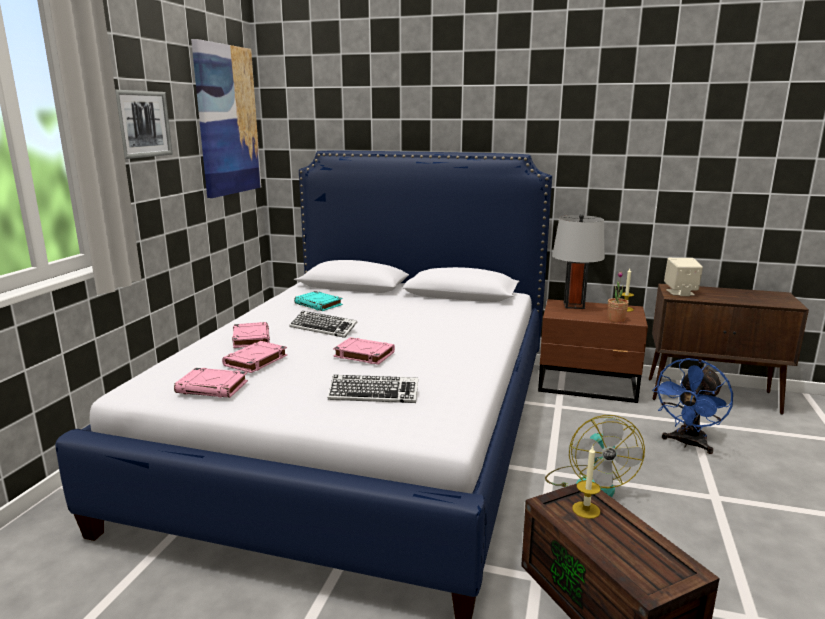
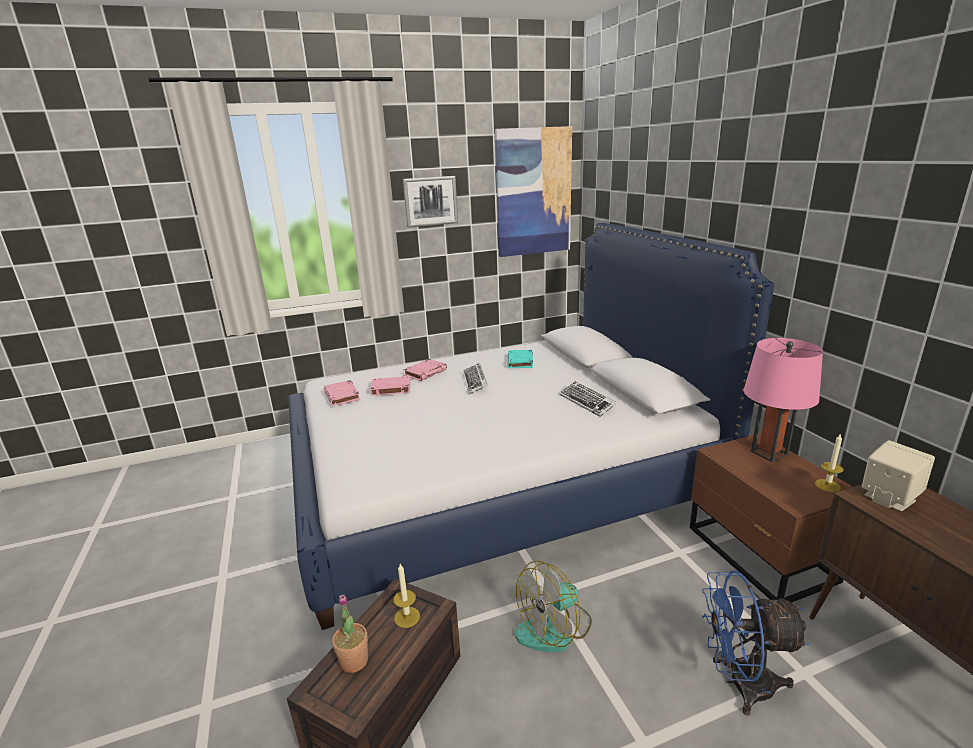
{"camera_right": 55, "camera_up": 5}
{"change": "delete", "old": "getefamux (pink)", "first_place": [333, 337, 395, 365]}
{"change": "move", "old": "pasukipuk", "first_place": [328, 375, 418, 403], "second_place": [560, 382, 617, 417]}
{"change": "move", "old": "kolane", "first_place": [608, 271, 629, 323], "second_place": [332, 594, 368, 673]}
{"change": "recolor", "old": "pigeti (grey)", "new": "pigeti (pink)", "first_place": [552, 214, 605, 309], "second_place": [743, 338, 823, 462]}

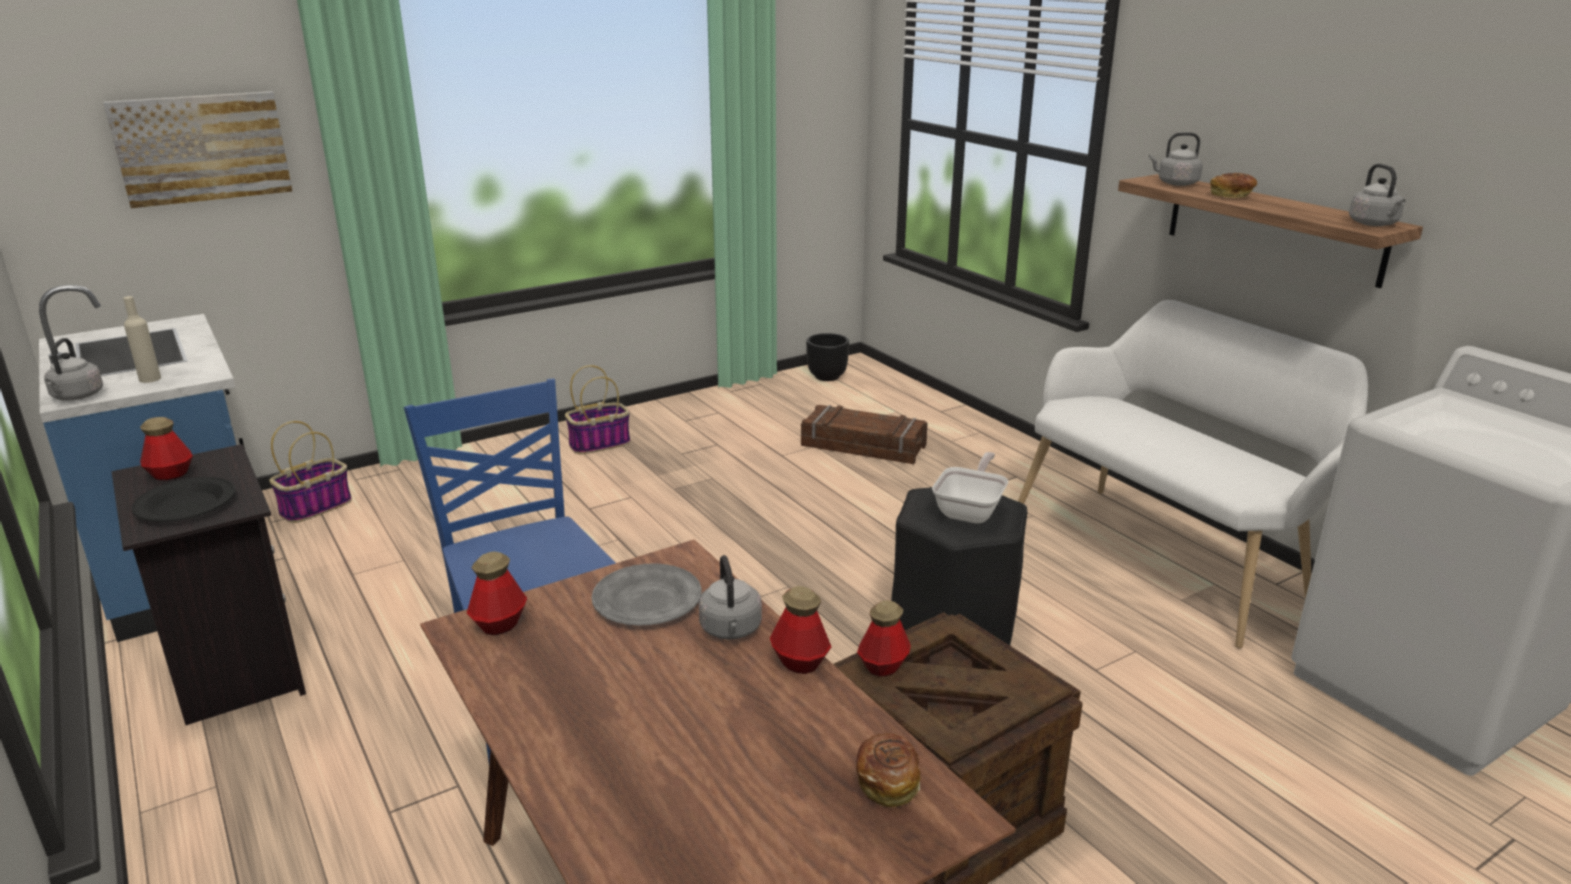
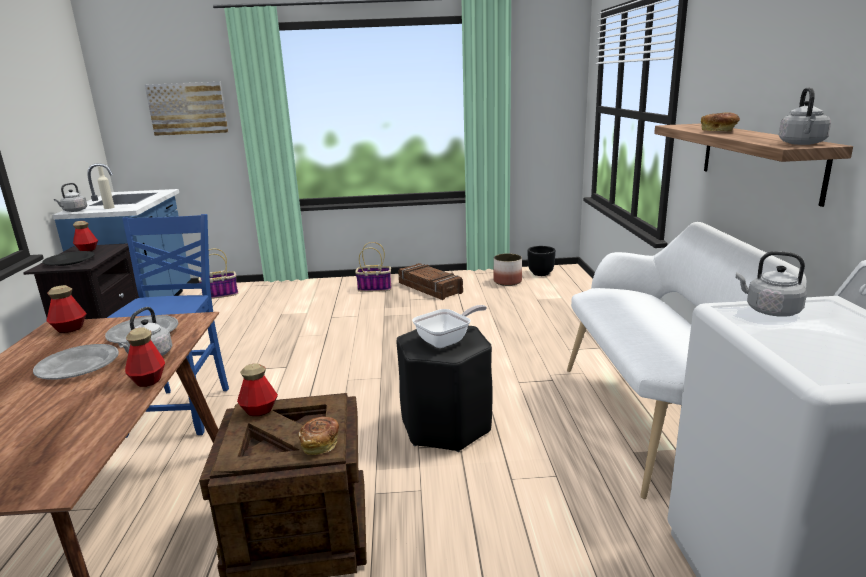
{"camera_right": 30, "camera_up": -5}
{"change": "insert", "new": "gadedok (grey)", "second_place": [33, 344, 119, 380]}
{"change": "insert", "new": "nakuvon", "second_place": [493, 253, 522, 286]}
{"change": "move", "old": "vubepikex", "first_place": [801, 405, 928, 464], "second_place": [398, 263, 463, 300]}
{"change": "move", "old": "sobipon", "first_place": [856, 733, 920, 807], "second_place": [298, 416, 339, 455]}
{"change": "move", "old": "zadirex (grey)", "first_place": [1149, 132, 1203, 186], "second_place": [736, 251, 807, 317]}

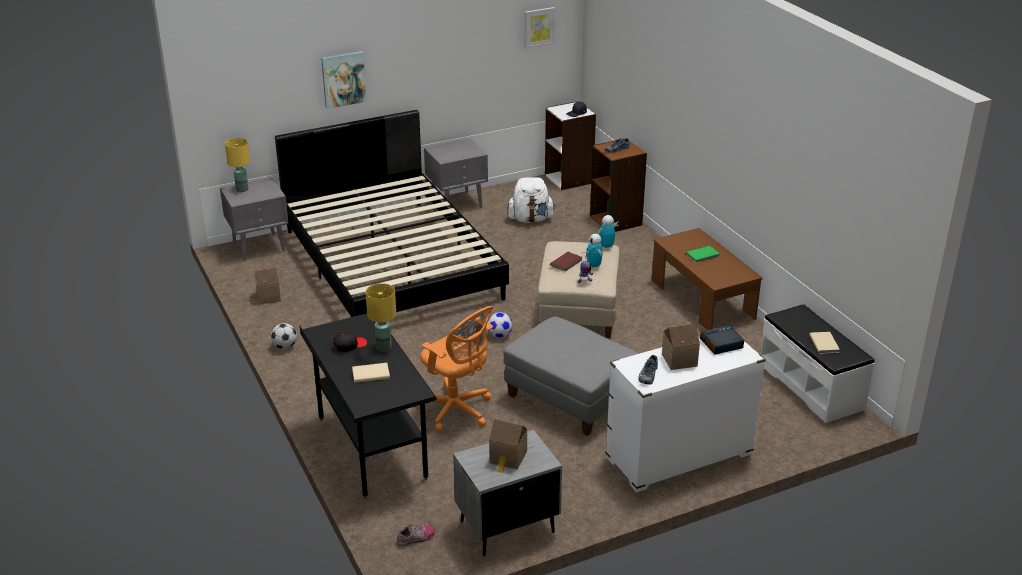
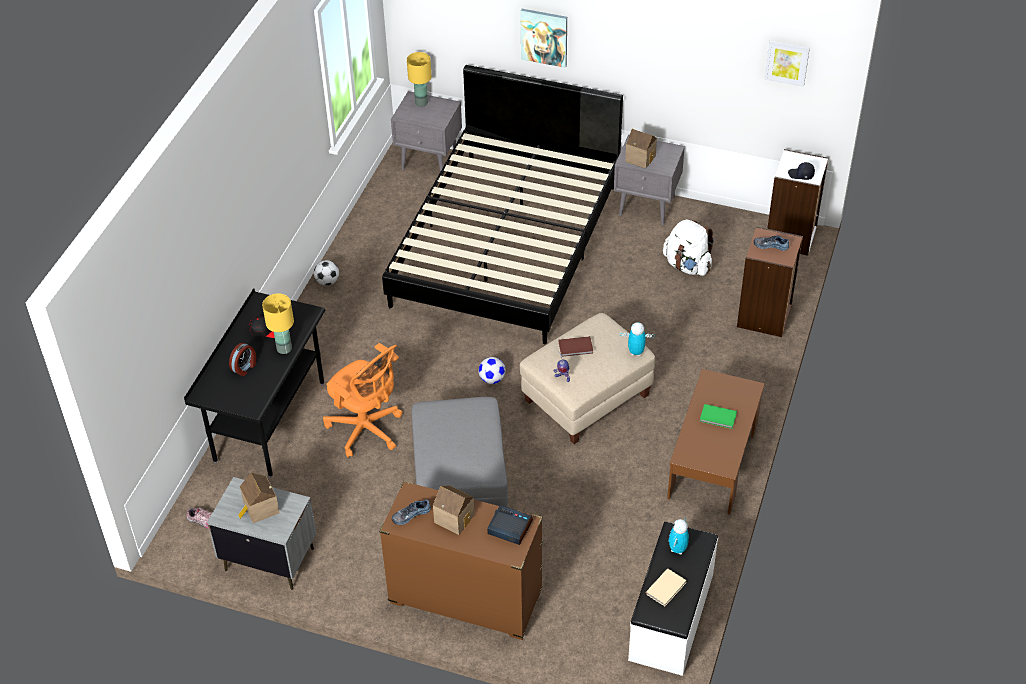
{"camera_right": 45, "camera_up": 15}
{"change": "move", "old": "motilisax", "first_place": [254, 268, 281, 304], "second_place": [625, 129, 657, 169]}
{"change": "move", "old": "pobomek", "first_place": [586, 234, 602, 269], "second_place": [668, 517, 689, 555]}
{"change": "replace", "old": "getefamux (beige)", "new": "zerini", "first_place": [352, 363, 390, 383], "second_place": [229, 342, 256, 376]}
{"change": "recolor", "old": "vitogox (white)", "new": "vitogox (brown)", "first_place": [605, 337, 766, 493], "second_place": [379, 481, 543, 640]}
{"change": "rotate", "old": "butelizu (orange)", "first_place": [415, 306, 494, 432], "second_place": [323, 343, 402, 458], "degrees": -45}

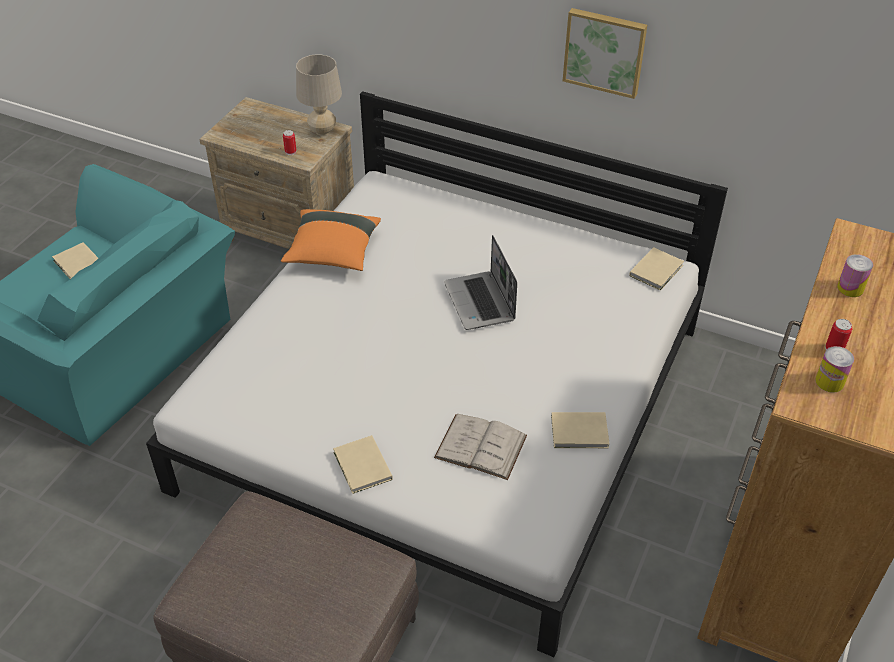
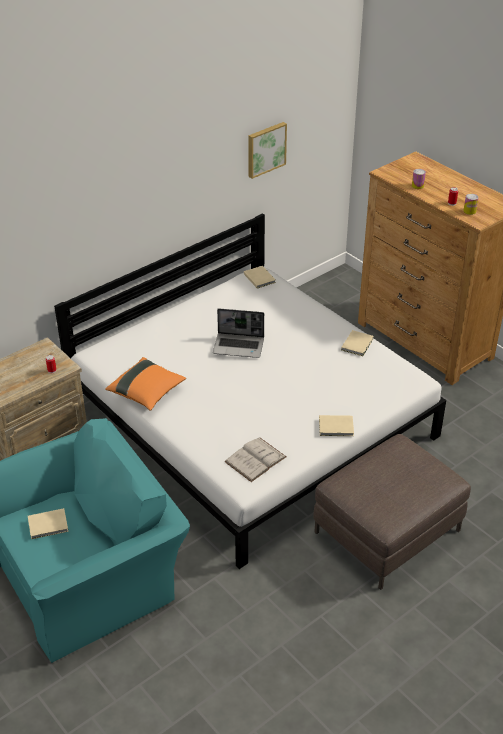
{"camera_right": -65, "camera_up": -5}
{"change": "delete", "old": "pigeti (beige)", "first_place": [296, 54, 342, 135]}
{"change": "move", "old": "getefamux (white)", "first_place": [434, 414, 527, 480], "second_place": [225, 438, 286, 482]}
{"change": "move", "old": "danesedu", "first_place": [563, 8, 647, 99], "second_place": [248, 122, 287, 179]}

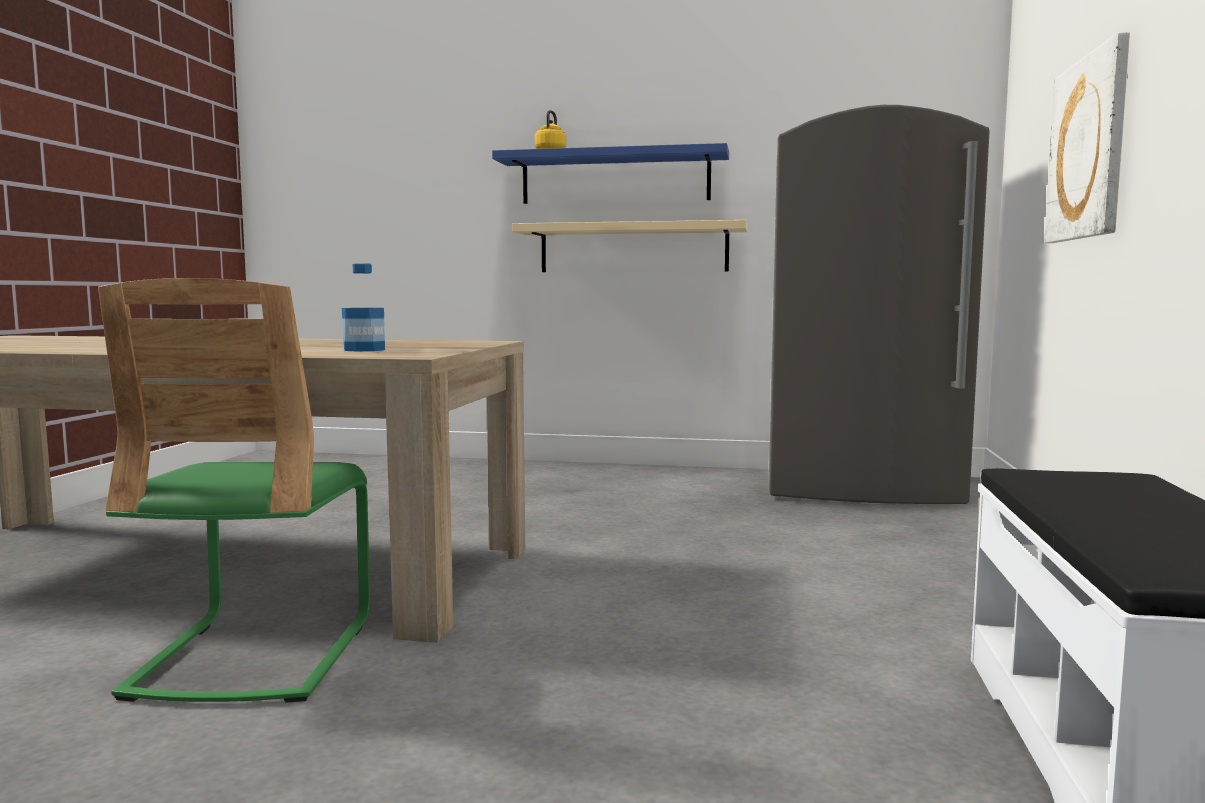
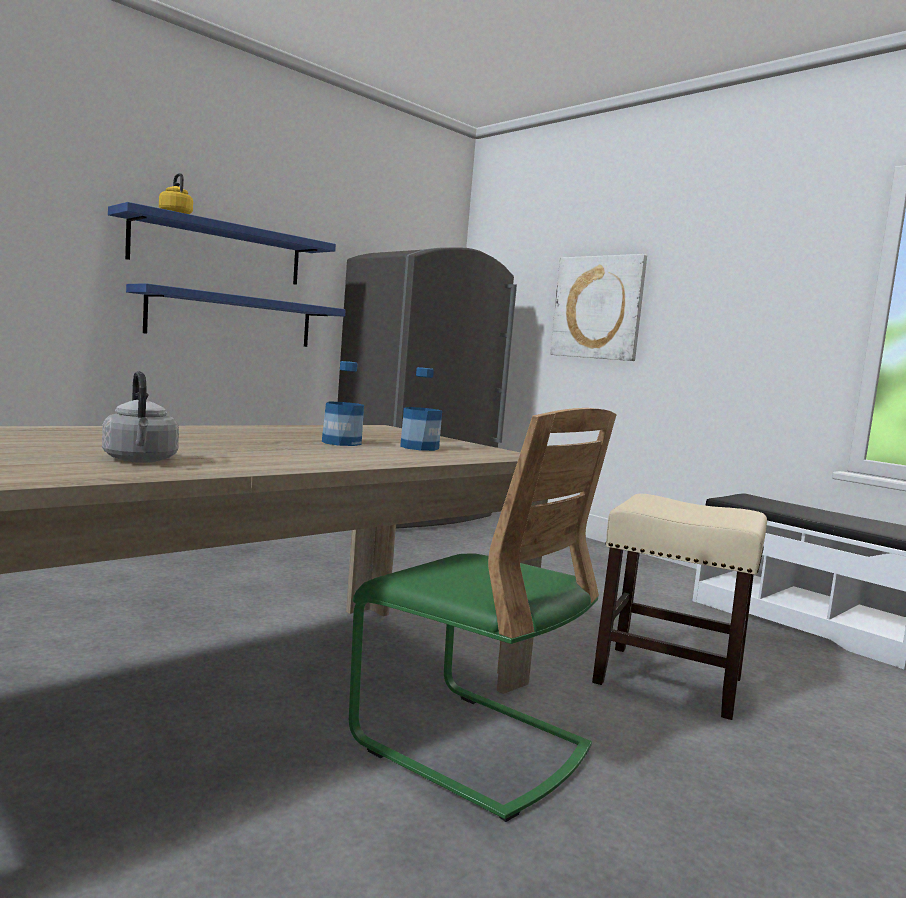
{"camera_right": -55, "camera_up": 0}
{"change": "insert", "new": "zadirex (grey)", "second_place": [102, 371, 179, 463]}
{"change": "insert", "new": "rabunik", "second_place": [322, 361, 364, 446]}
{"change": "insert", "new": "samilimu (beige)", "second_place": [592, 494, 767, 720]}
{"change": "recolor", "old": "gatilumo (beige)", "new": "gatilumo (blue)", "first_place": [512, 220, 747, 272], "second_place": [126, 283, 346, 347]}

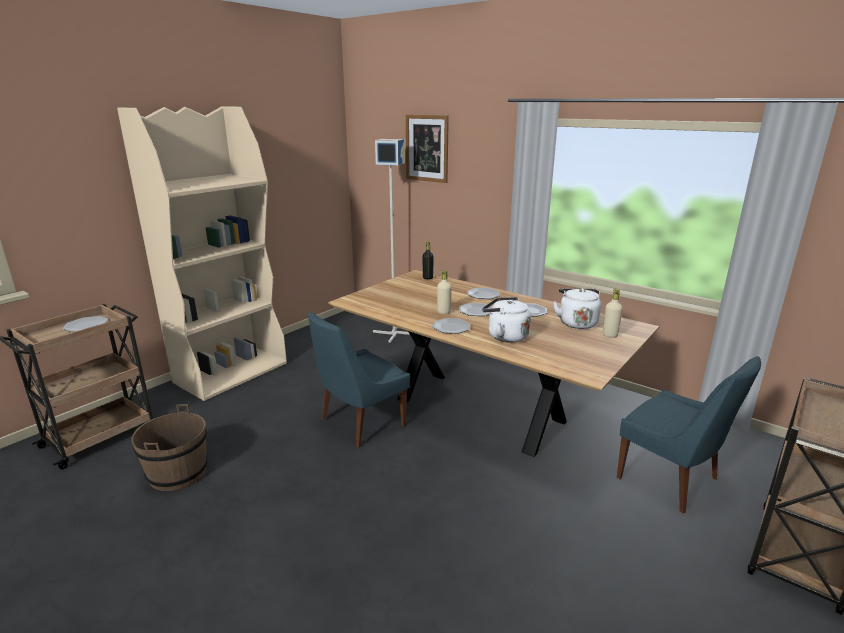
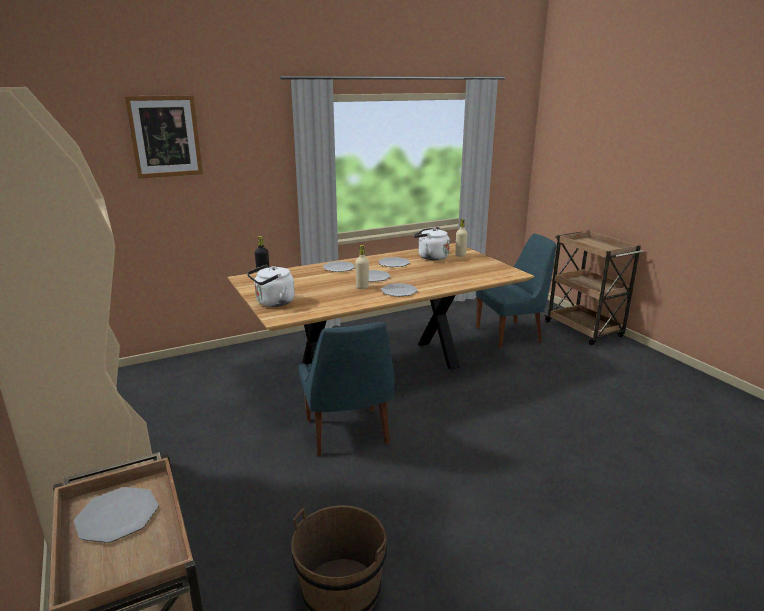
{"camera_right": -65, "camera_up": 0}
{"change": "delete", "old": "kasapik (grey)", "first_place": [373, 139, 410, 343]}
{"change": "move", "old": "zadirex (white)", "first_place": [482, 297, 531, 343], "second_place": [247, 264, 295, 307]}

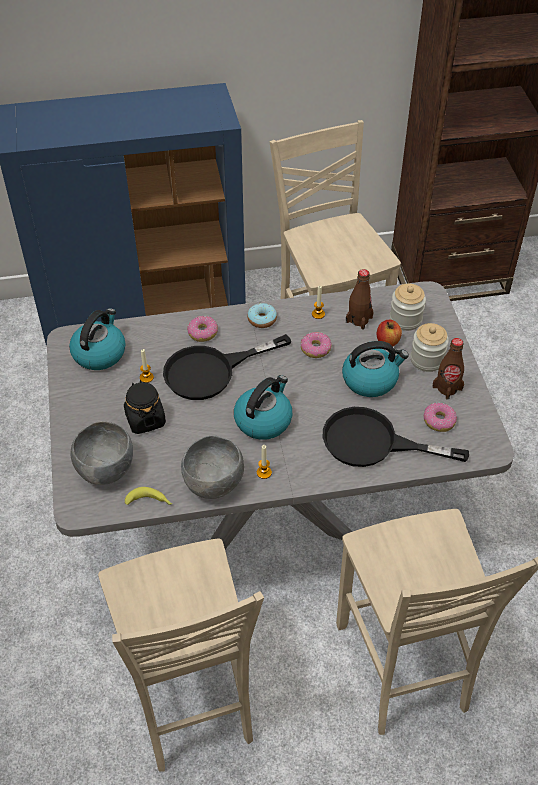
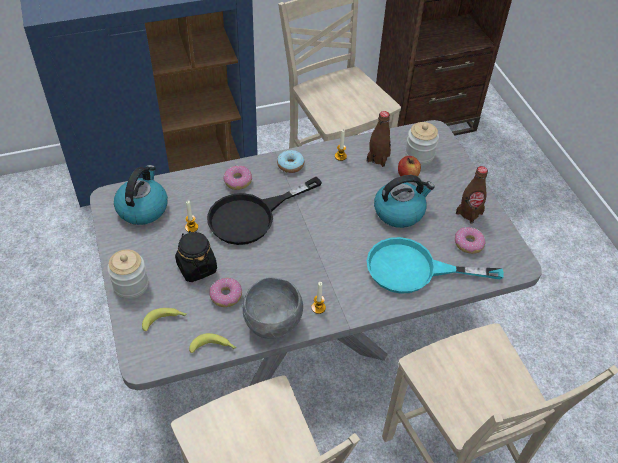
{"camera_right": -10, "camera_up": 0}
{"change": "delete", "old": "zadirex", "first_place": [234, 375, 292, 440]}
{"change": "move", "old": "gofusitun", "first_place": [301, 332, 332, 358], "second_place": [209, 278, 242, 307]}
{"change": "move", "old": "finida", "first_place": [410, 323, 449, 372], "second_place": [107, 249, 149, 299]}
{"change": "replace", "old": "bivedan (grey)", "new": "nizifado", "first_place": [71, 421, 133, 485], "second_place": [142, 308, 187, 331]}
{"change": "recolor", "old": "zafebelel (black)", "new": "zafebelel (turquoise)", "first_place": [322, 407, 469, 467], "second_place": [367, 237, 504, 294]}

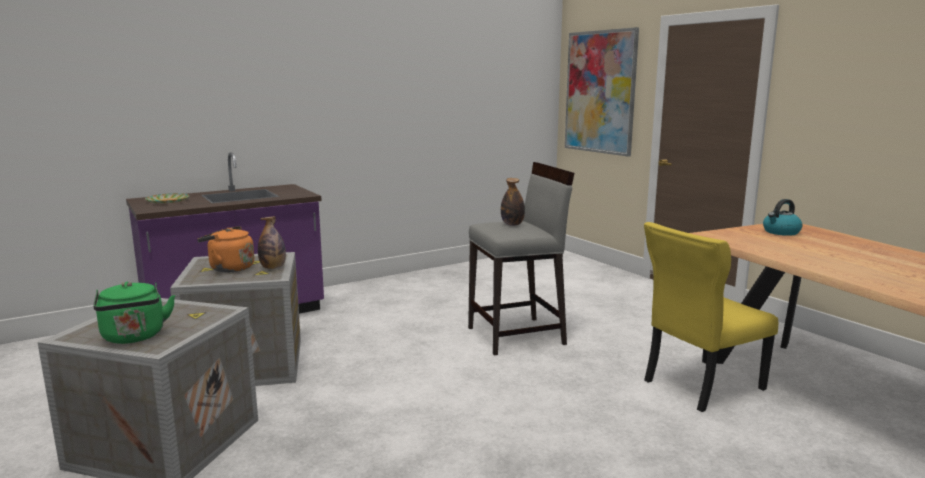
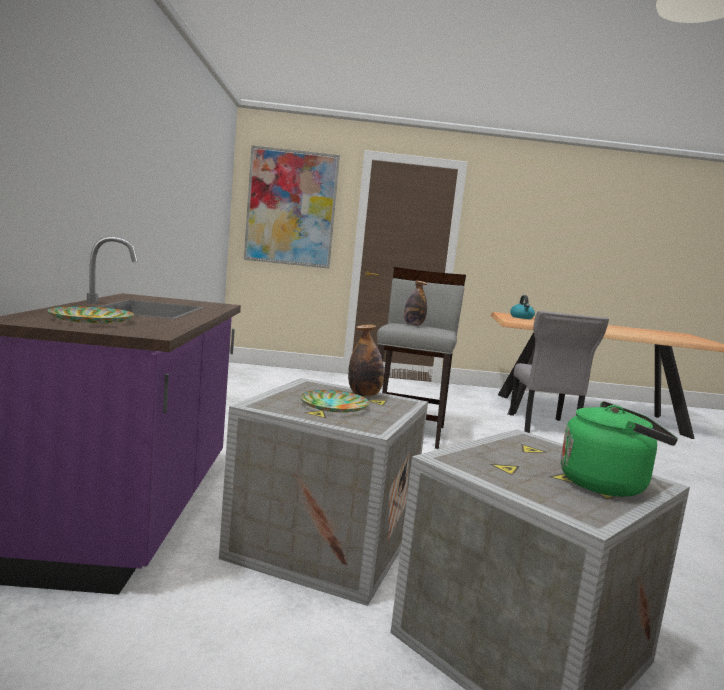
{"camera_right": -60, "camera_up": -5}
{"change": "replace", "old": "zadirex (orange)", "new": "gadedok", "first_place": [197, 226, 254, 272], "second_place": [300, 390, 370, 413]}
{"change": "recolor", "old": "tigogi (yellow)", "new": "tigogi (grey)", "first_place": [644, 222, 778, 412], "second_place": [510, 311, 609, 433]}

